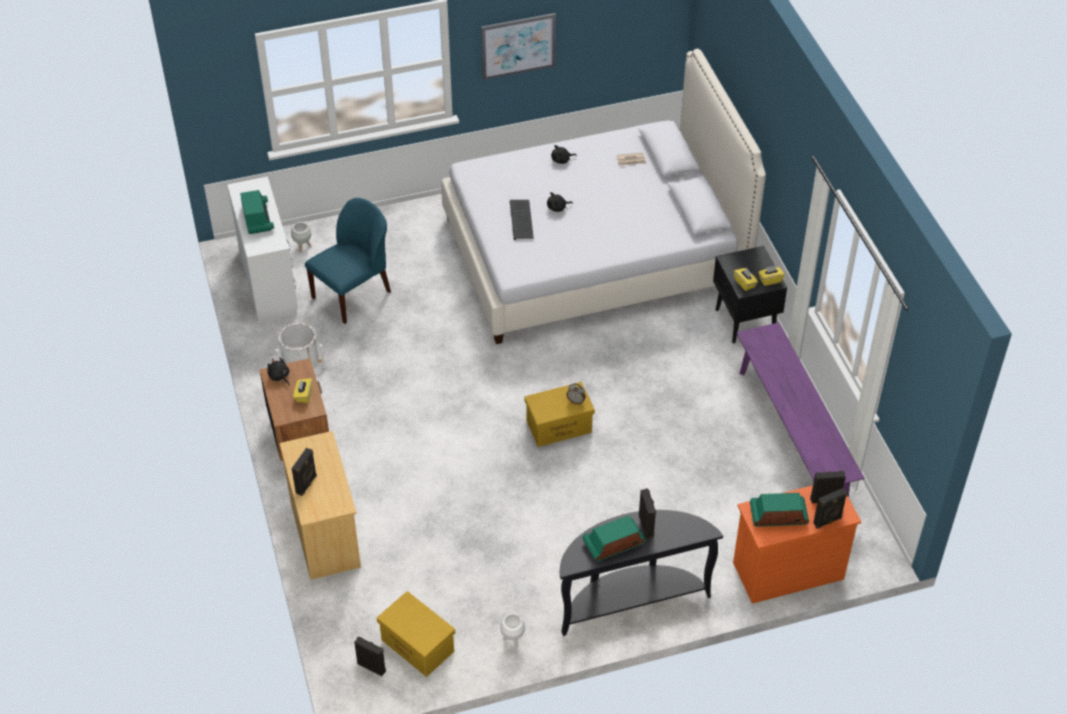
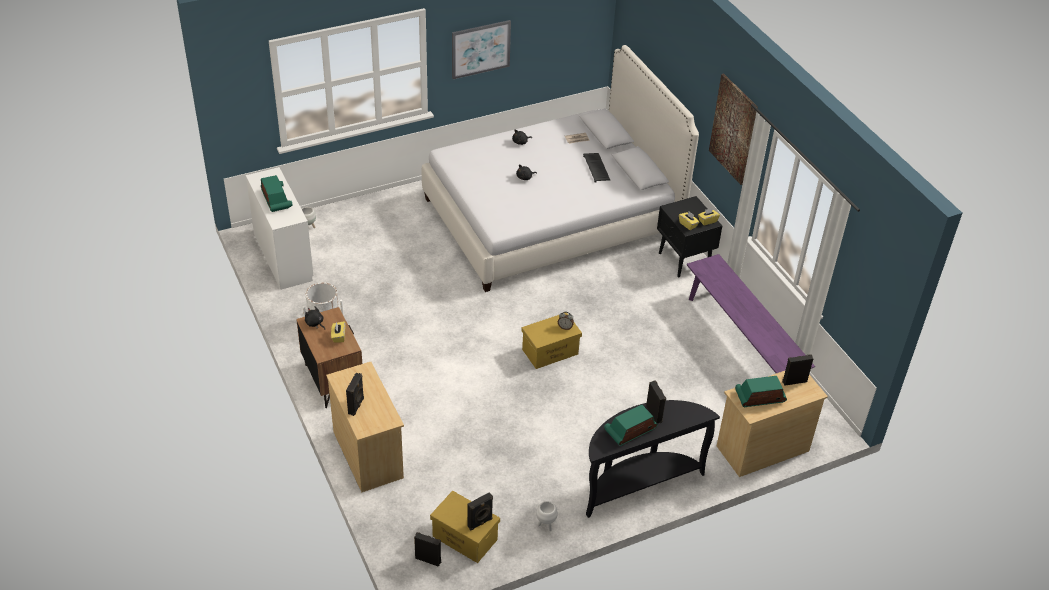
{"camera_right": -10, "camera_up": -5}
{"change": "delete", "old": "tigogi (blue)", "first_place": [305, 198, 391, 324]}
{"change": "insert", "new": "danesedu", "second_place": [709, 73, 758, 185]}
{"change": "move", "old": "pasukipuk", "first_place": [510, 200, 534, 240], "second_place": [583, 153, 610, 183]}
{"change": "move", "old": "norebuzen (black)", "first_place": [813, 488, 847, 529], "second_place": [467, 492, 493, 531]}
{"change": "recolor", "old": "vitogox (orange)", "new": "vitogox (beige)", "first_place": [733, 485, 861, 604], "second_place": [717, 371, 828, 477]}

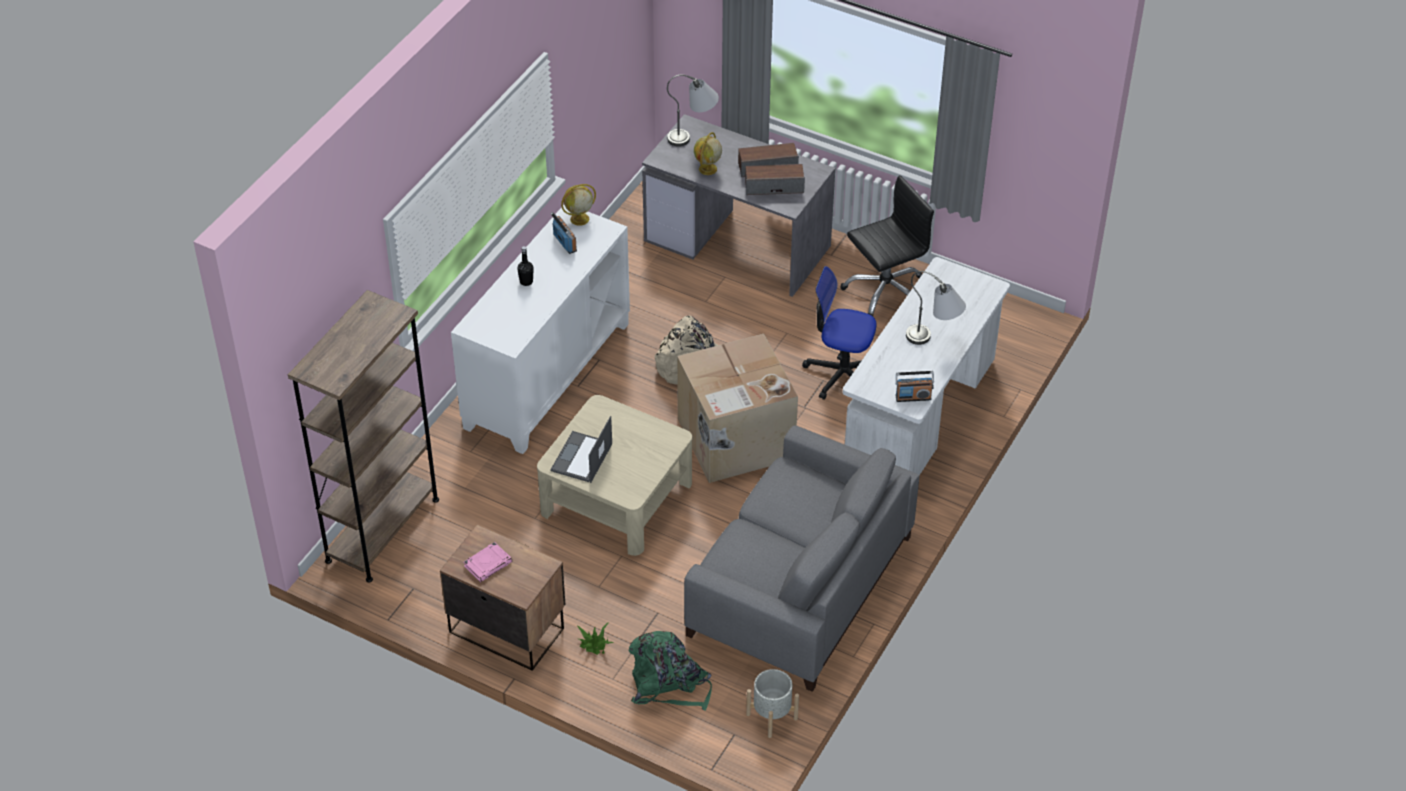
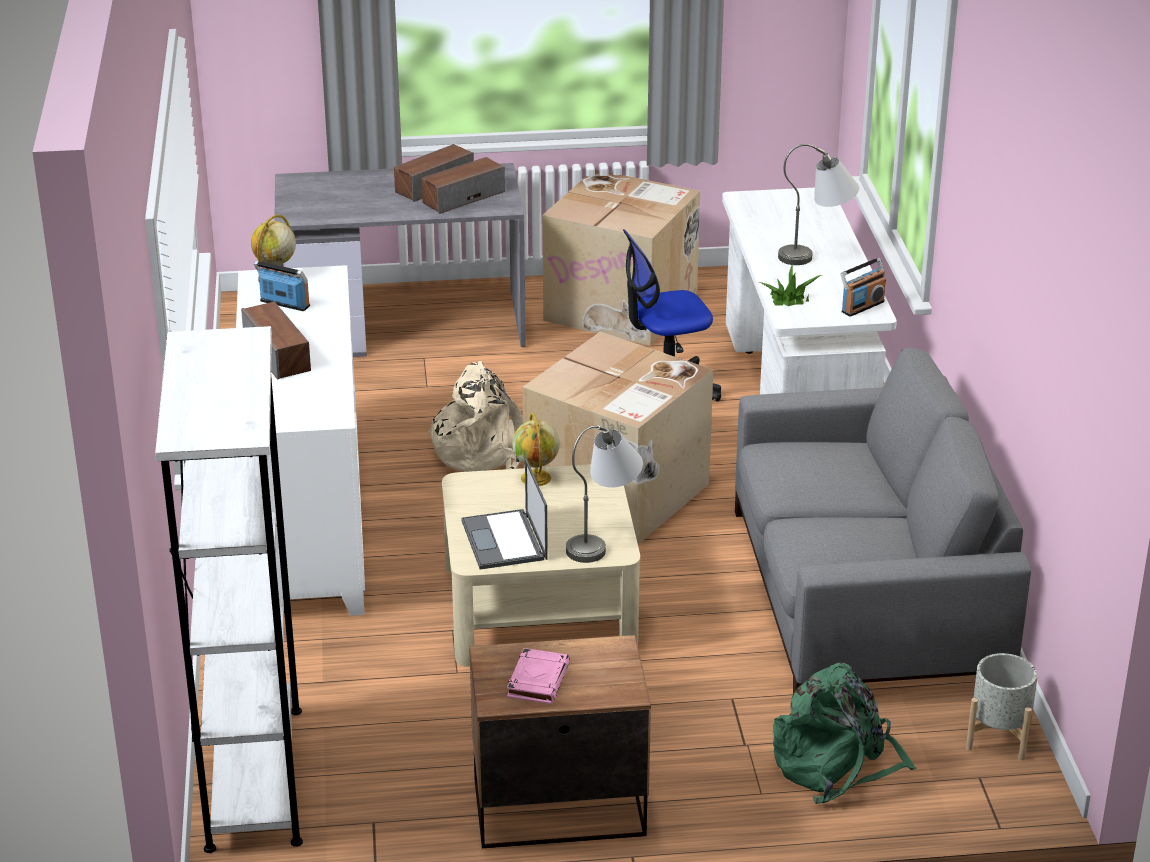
{"camera_right": -35, "camera_up": -15}
{"change": "move", "old": "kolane", "first_place": [576, 622, 613, 655], "second_place": [759, 264, 822, 306]}
{"change": "move", "old": "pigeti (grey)", "first_place": [667, 74, 719, 147], "second_place": [566, 425, 643, 563]}
{"change": "move", "old": "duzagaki", "first_place": [694, 132, 722, 175], "second_place": [512, 413, 560, 486]}
{"change": "replace", "old": "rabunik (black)", "new": "norebuzen", "first_place": [517, 246, 534, 286], "second_place": [241, 302, 311, 380]}
{"change": "replace", "old": "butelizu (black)", "new": "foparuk", "first_place": [841, 175, 934, 316], "second_place": [542, 170, 700, 346]}
{"change": "recolor", "old": "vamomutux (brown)", "new": "vamomutux (white)", "first_place": [288, 290, 439, 583], "second_place": [155, 326, 303, 853]}

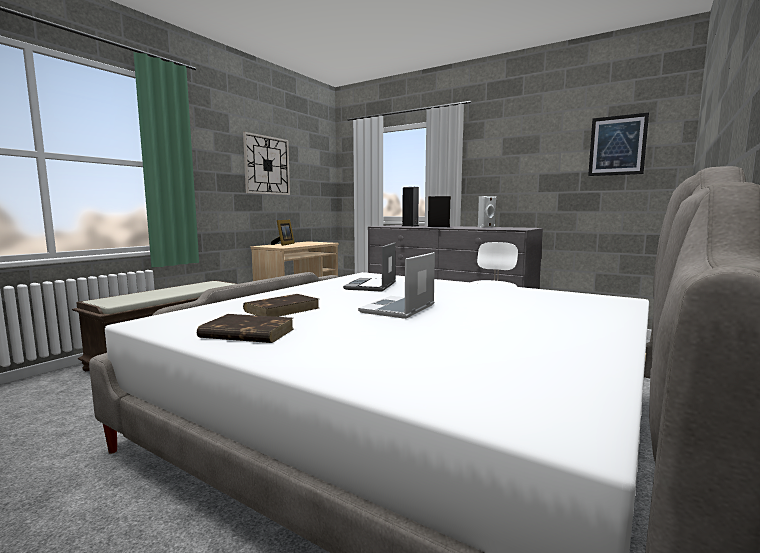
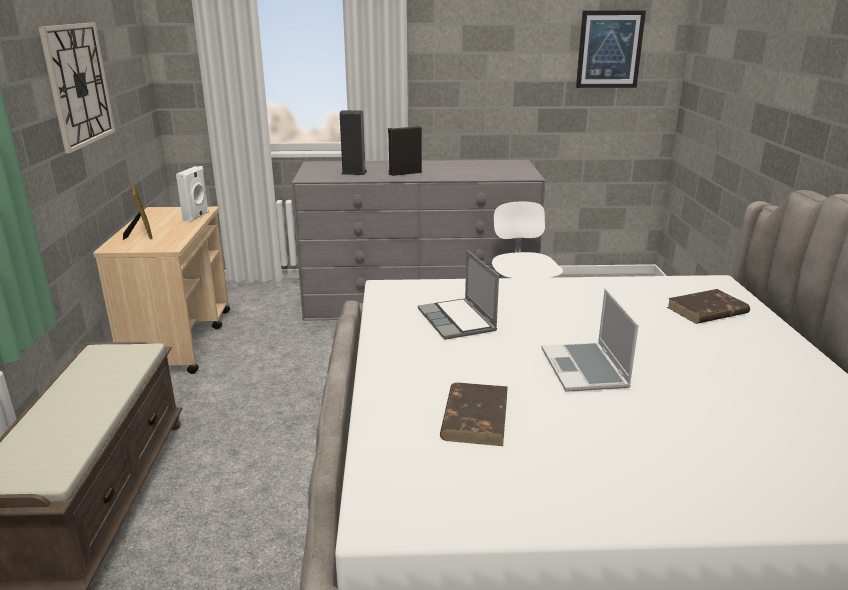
{"camera_right": -35, "camera_up": 15}
{"change": "move", "old": "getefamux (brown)", "first_place": [197, 314, 294, 343], "second_place": [667, 289, 750, 324]}
{"change": "move", "old": "norebuzen (white)", "first_place": [478, 196, 496, 228], "second_place": [176, 166, 209, 222]}

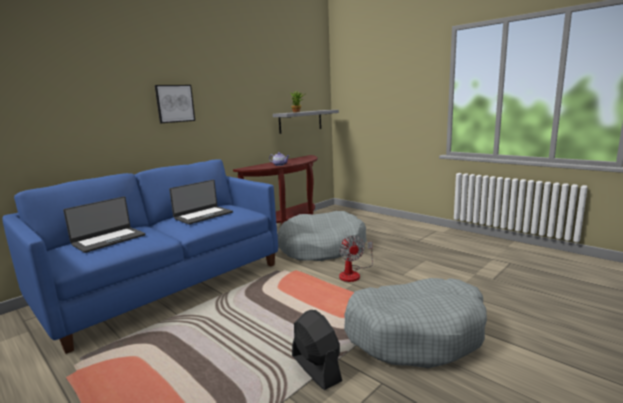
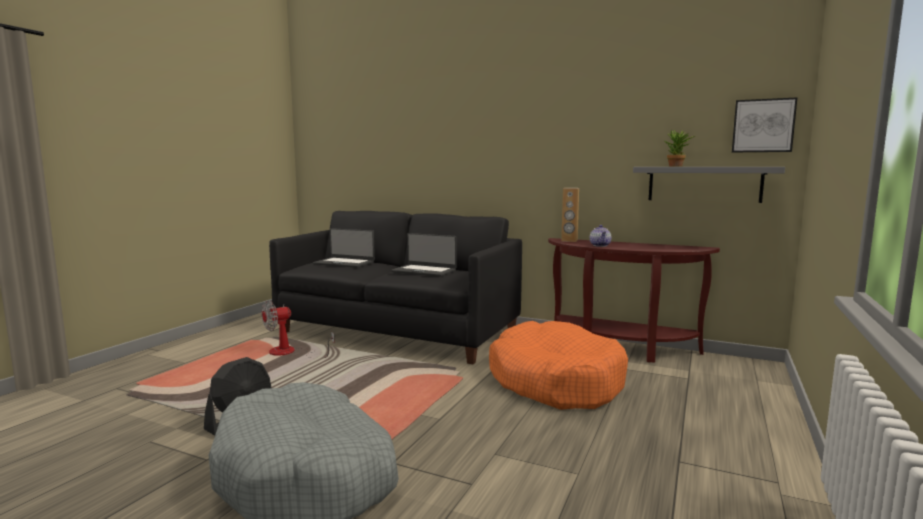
{"camera_right": 70, "camera_up": -5}
{"change": "insert", "new": "norebuzen (brown)", "second_place": [561, 188, 579, 242]}
{"change": "move", "old": "danesedu", "first_place": [154, 85, 195, 123], "second_place": [732, 97, 798, 152]}
{"change": "move", "old": "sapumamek", "first_place": [339, 235, 373, 282], "second_place": [261, 300, 335, 358]}
{"change": "recolor", "old": "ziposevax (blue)", "new": "ziposevax (black)", "first_place": [2, 159, 278, 354], "second_place": [269, 211, 522, 364]}
{"change": "recolor", "old": "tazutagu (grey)", "new": "tazutagu (orange)", "first_place": [277, 211, 367, 261], "second_place": [489, 321, 628, 410]}

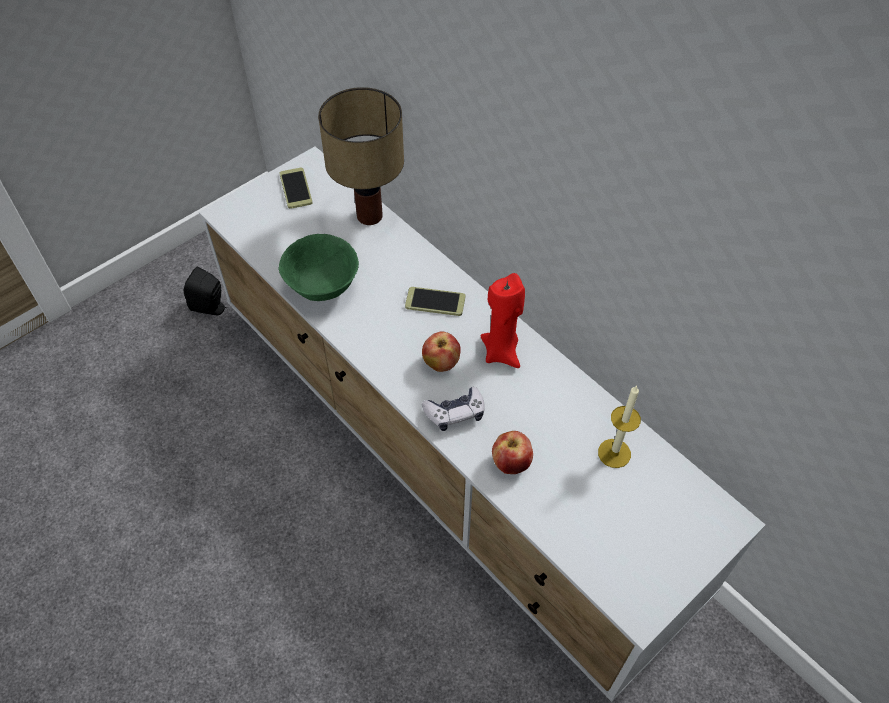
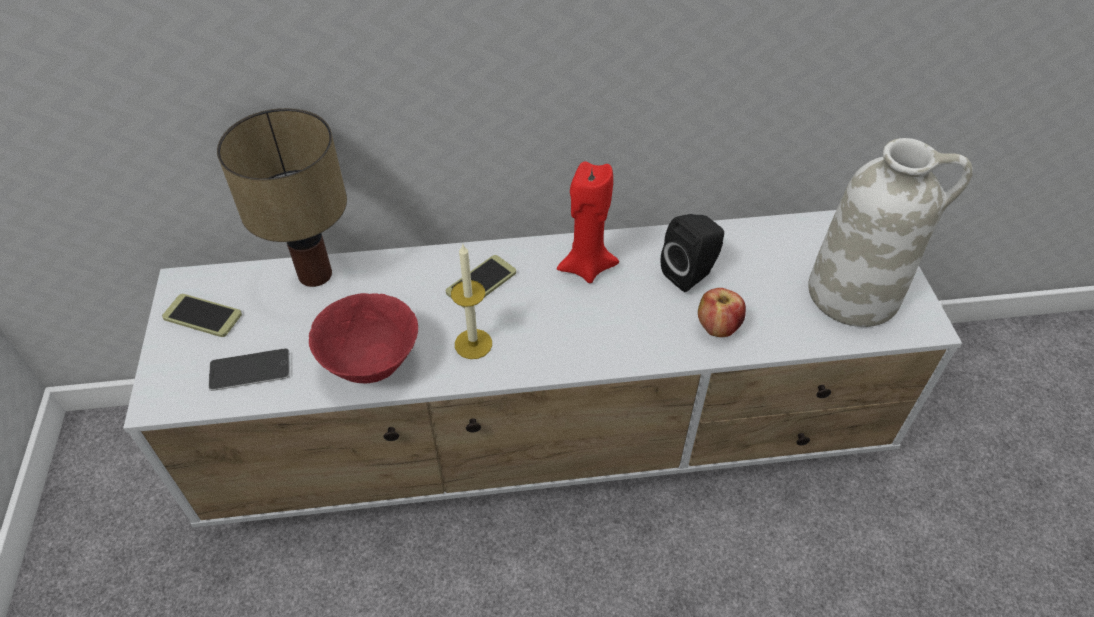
{"camera_right": -55, "camera_up": -5}
{"change": "delete", "old": "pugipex", "first_place": [422, 331, 461, 372]}
{"change": "delete", "old": "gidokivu", "first_place": [422, 387, 484, 431]}
{"change": "insert", "new": "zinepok", "second_place": [208, 348, 290, 391]}
{"change": "insert", "new": "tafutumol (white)", "second_place": [808, 138, 973, 327]}
{"change": "move", "old": "norebuzen (black)", "first_place": [184, 267, 227, 315], "second_place": [661, 214, 724, 292]}
{"change": "move", "old": "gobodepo", "first_place": [598, 385, 641, 468], "second_place": [451, 243, 492, 359]}
{"change": "recolor", "old": "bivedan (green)", "new": "bivedan (red)", "first_place": [279, 234, 359, 301], "second_place": [309, 293, 418, 383]}

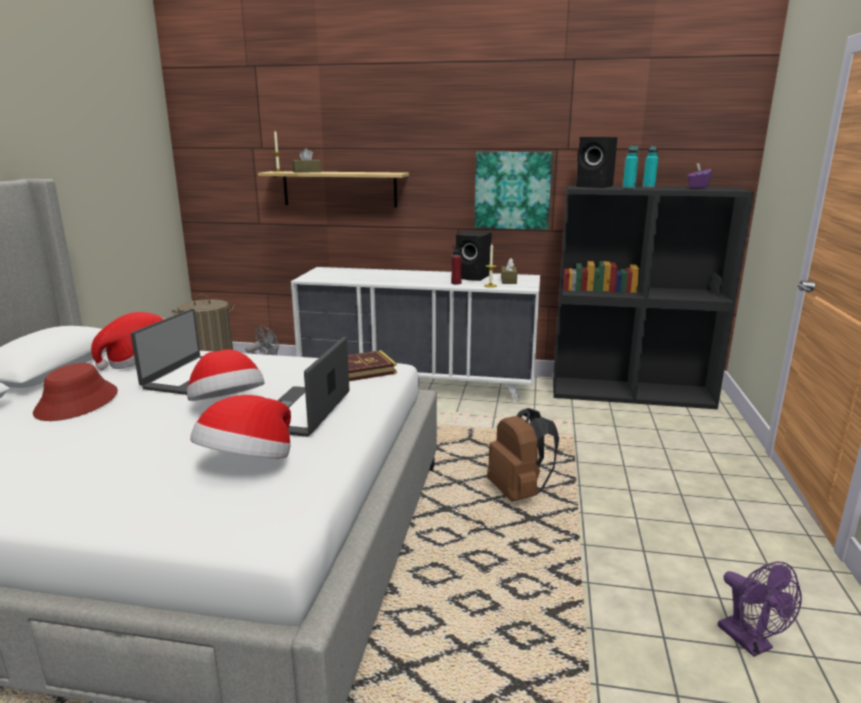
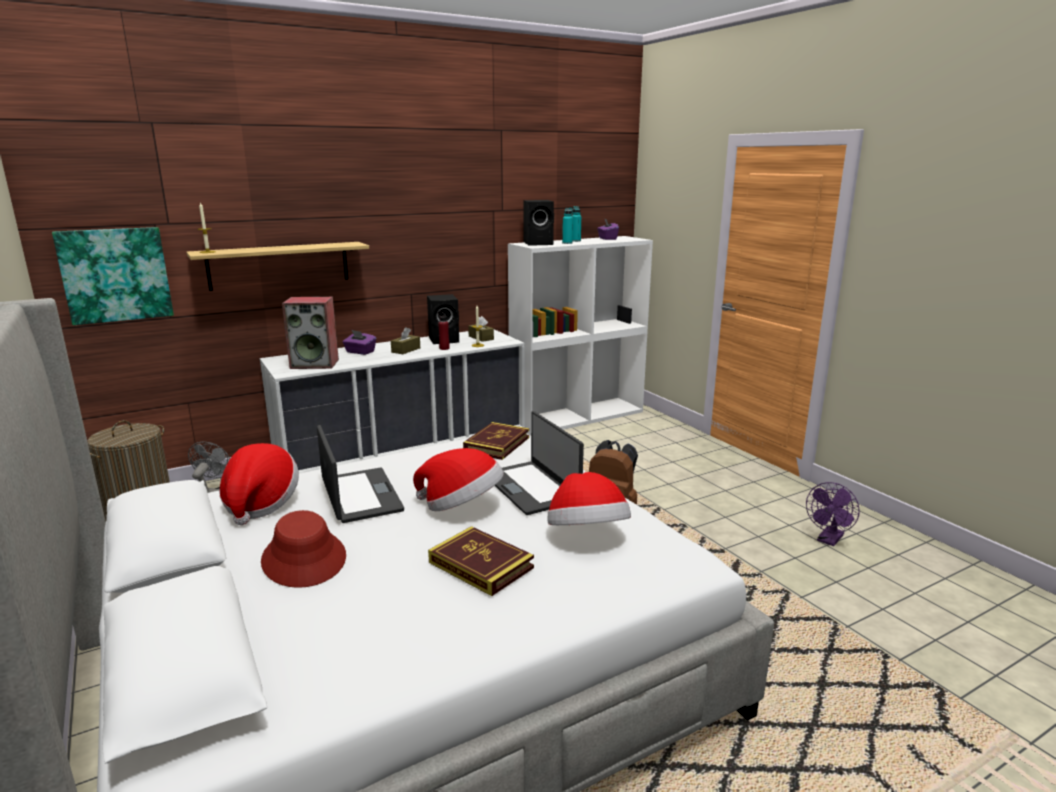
{"camera_right": -40, "camera_up": 0}
{"change": "insert", "new": "norebuzen", "second_place": [282, 297, 339, 369]}
{"change": "insert", "new": "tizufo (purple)", "second_place": [343, 330, 376, 355]}
{"change": "insert", "new": "getefamux", "second_place": [428, 526, 534, 596]}
{"change": "move", "old": "tizufo (brown)", "first_place": [292, 148, 321, 173], "second_place": [391, 327, 420, 354]}
{"change": "move", "old": "danesedu", "first_place": [474, 152, 553, 230], "second_place": [52, 227, 174, 325]}
{"change": "recolor", "old": "vamomutux (black)", "new": "vamomutux (white)", "first_place": [553, 185, 754, 409], "second_place": [508, 236, 653, 436]}
{"change": "rotate", "old": "sapumamek (purple)", "first_place": [718, 562, 802, 657], "second_place": [806, 482, 860, 546], "degrees": 105}

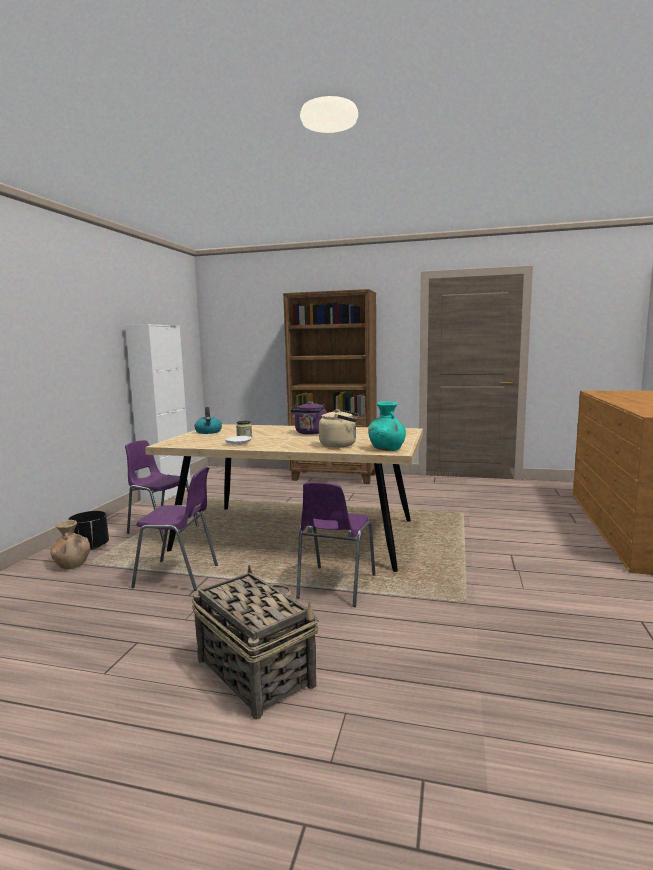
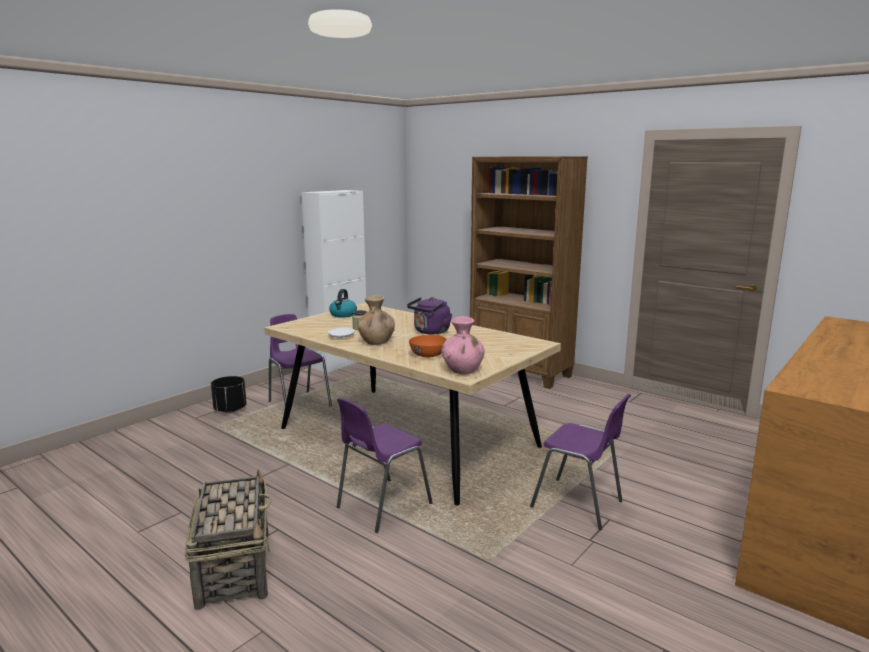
{"camera_right": 25, "camera_up": 5}
{"change": "move", "old": "tafutumol (brown)", "first_place": [50, 520, 90, 569], "second_place": [357, 295, 395, 345]}
{"change": "move", "old": "tigogi (purple)", "first_place": [131, 467, 218, 591], "second_place": [530, 394, 631, 530]}
{"change": "replace", "old": "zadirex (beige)", "new": "bivedan (orange)", "first_place": [319, 409, 359, 448], "second_place": [409, 335, 447, 357]}
{"change": "recolor", "old": "tafutumol (turquoise)", "new": "tafutumol (pink)", "first_place": [368, 401, 406, 451], "second_place": [442, 316, 485, 375]}

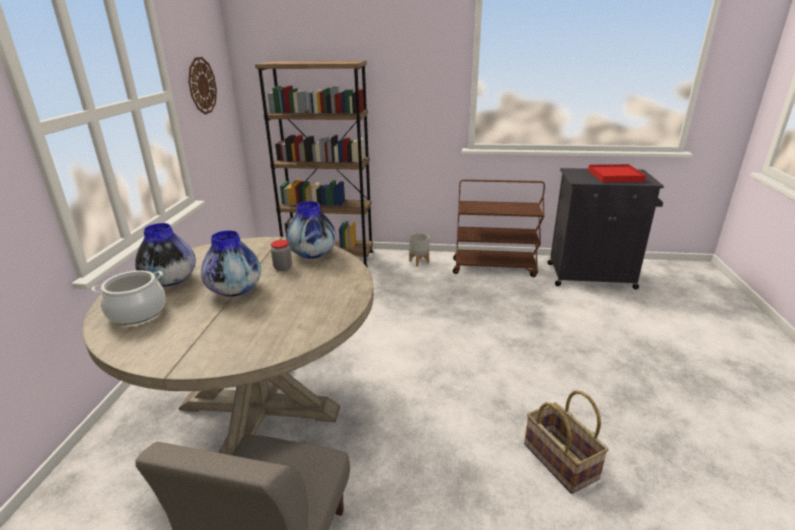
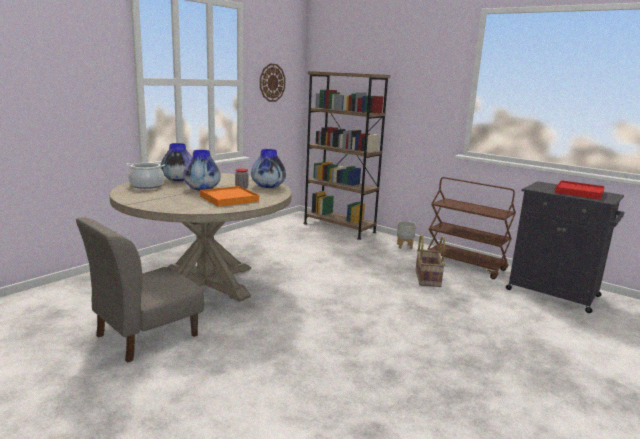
{"camera_right": 30, "camera_up": -10}
{"change": "insert", "new": "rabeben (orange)", "second_place": [200, 186, 259, 207]}
{"change": "move", "old": "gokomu", "first_place": [524, 390, 609, 494], "second_place": [416, 235, 445, 287]}

